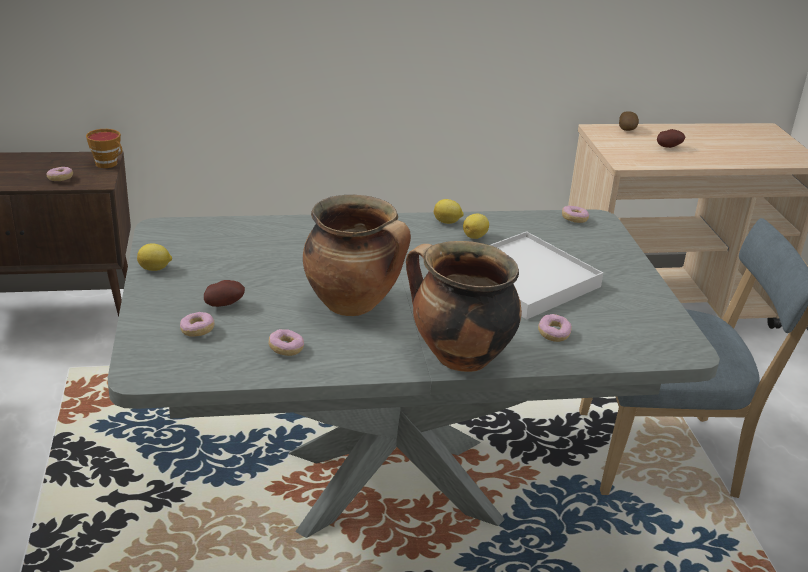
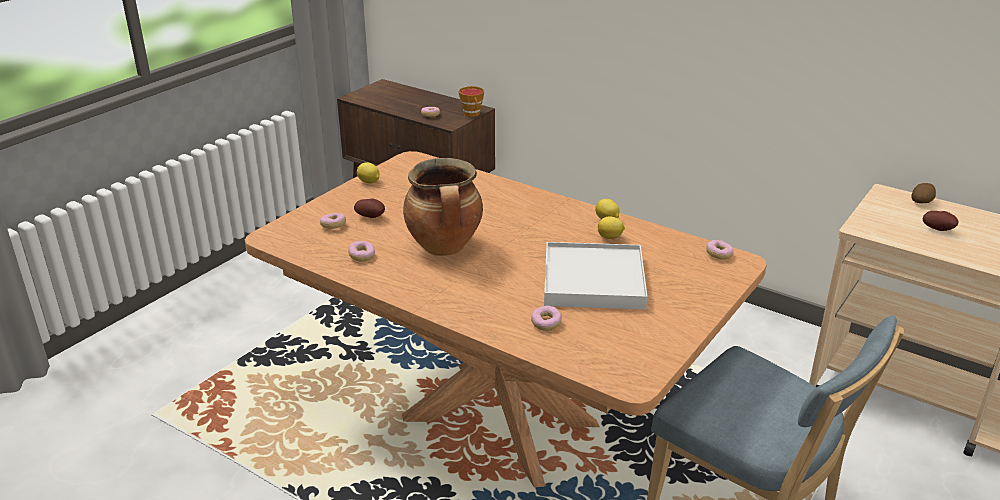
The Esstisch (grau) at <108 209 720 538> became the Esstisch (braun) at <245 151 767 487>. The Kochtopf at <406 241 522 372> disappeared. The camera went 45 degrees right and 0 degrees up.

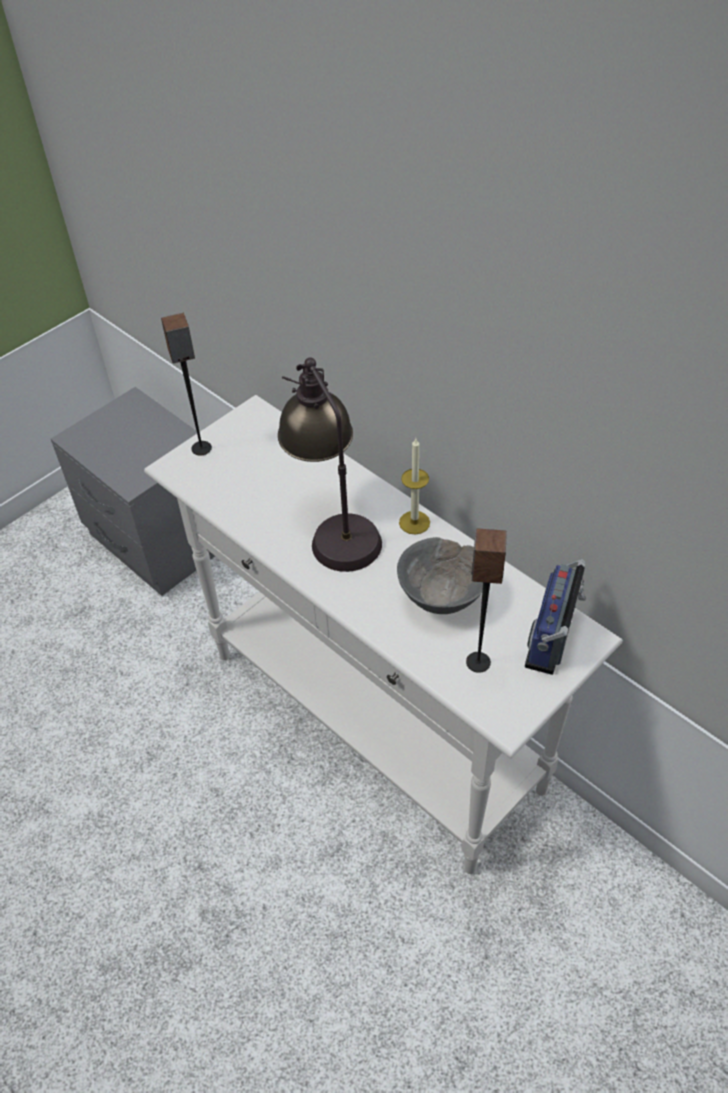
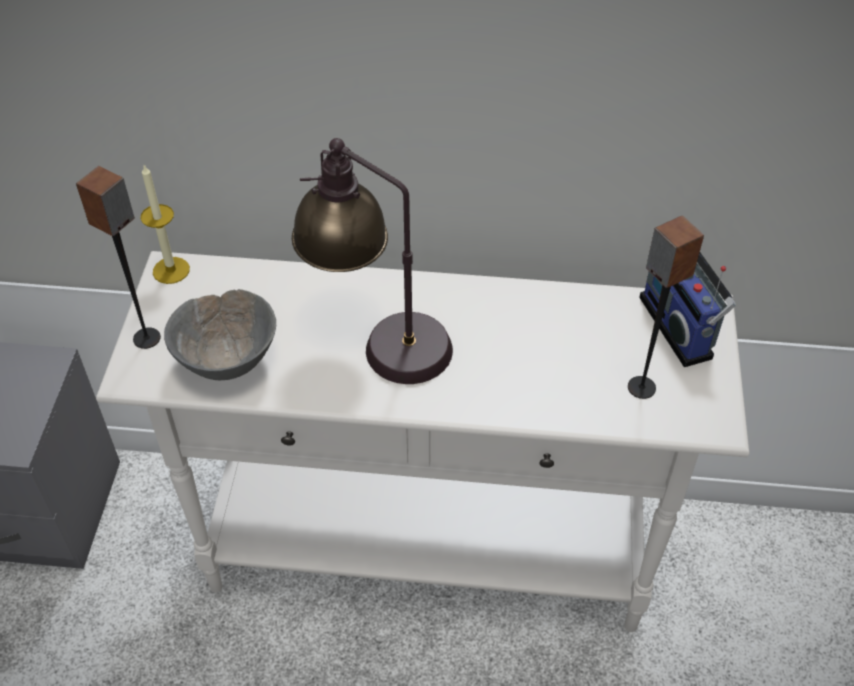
The Schüssel (grau) moved from <397 537 483 614> to <164 289 276 380>. The Kerze moved from <399 438 430 535> to <141 165 190 284>. The camera went 40 degrees left and 0 degrees up.

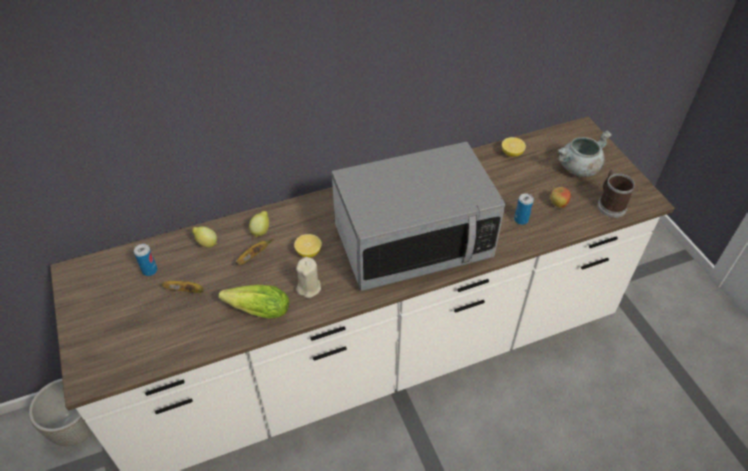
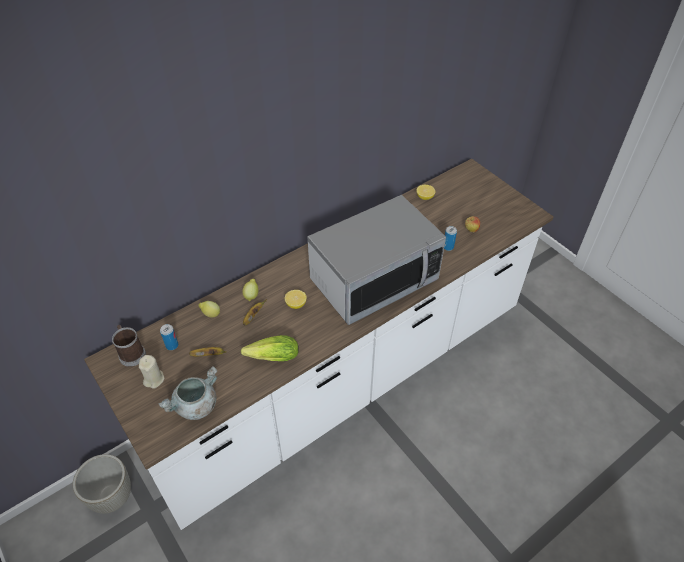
The Kerze (beige) moved from <296 257 321 298> to <139 355 164 389>. The Kochtopf (grau) moved from <558 130 612 177> to <159 366 217 420>. The Henkelbecher moved from <597 170 635 218> to <112 325 146 367>. The camera went 15 degrees left and 0 degrees up.

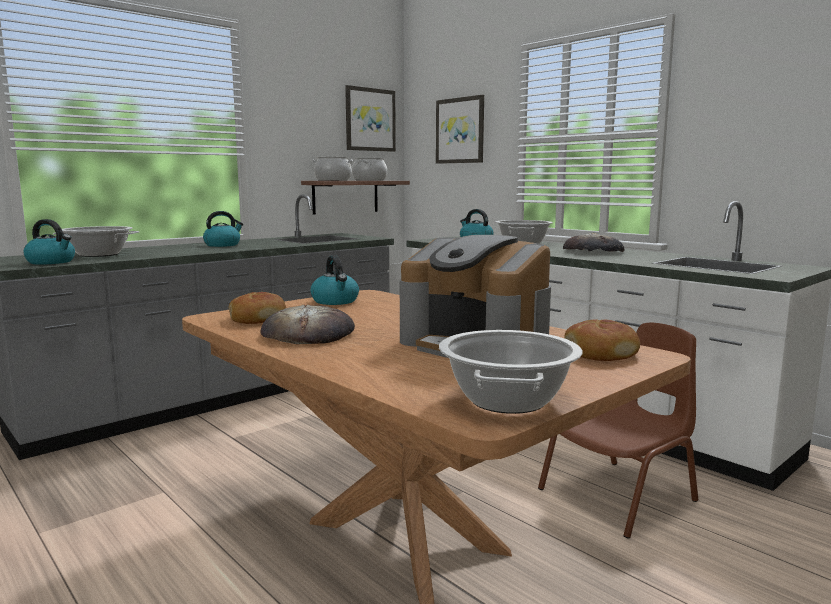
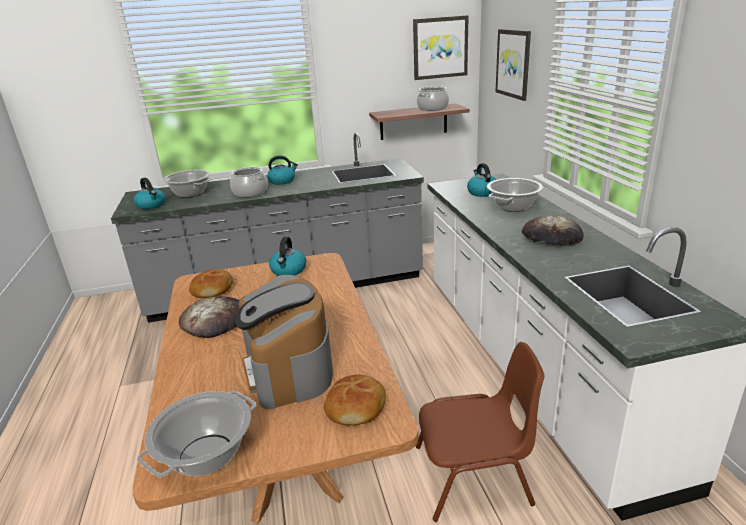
The Kochtopf moved from <312 157 354 181> to <230 167 268 197>. The camera went 30 degrees right and 15 degrees up.

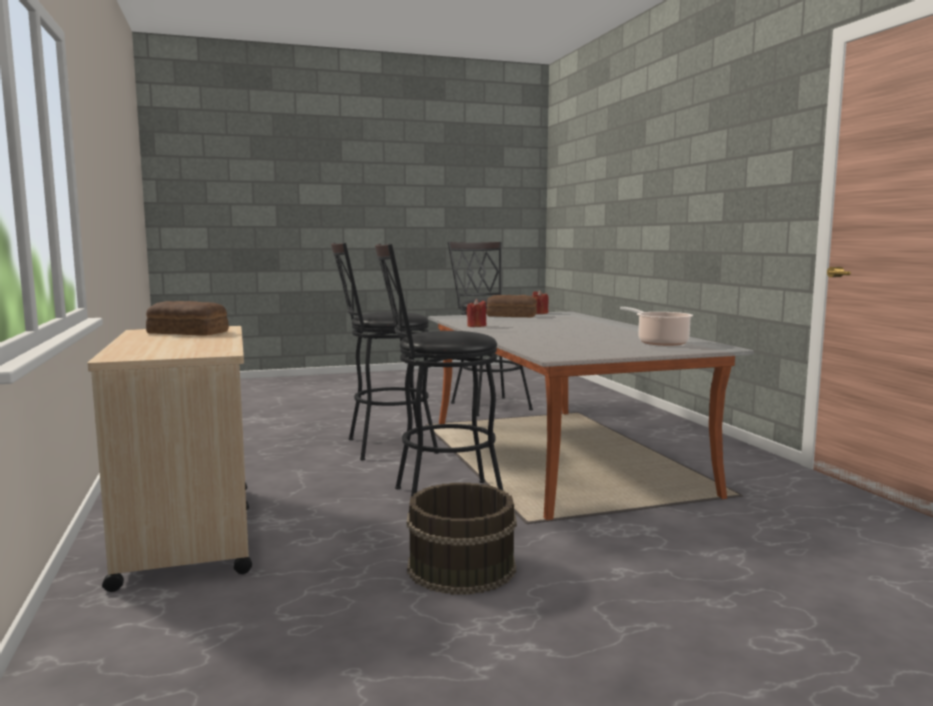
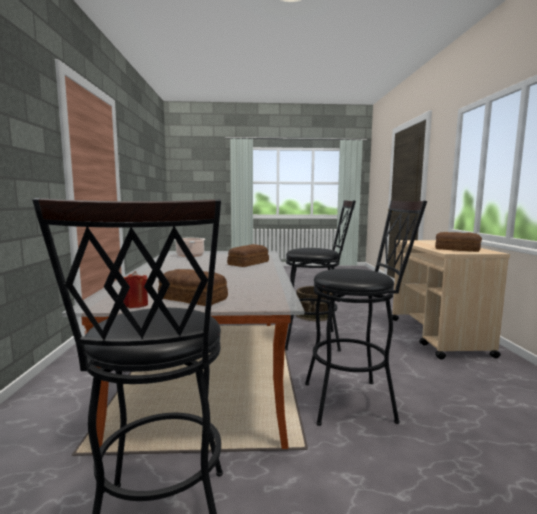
The Kerze (rot) at <466 299 486 327> disappeared. The Brot at <227 244 269 267> appeared. The camera went 165 degrees left and 0 degrees up.

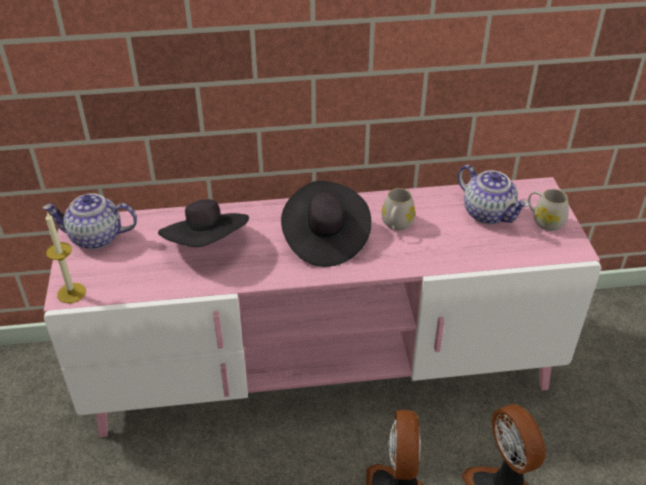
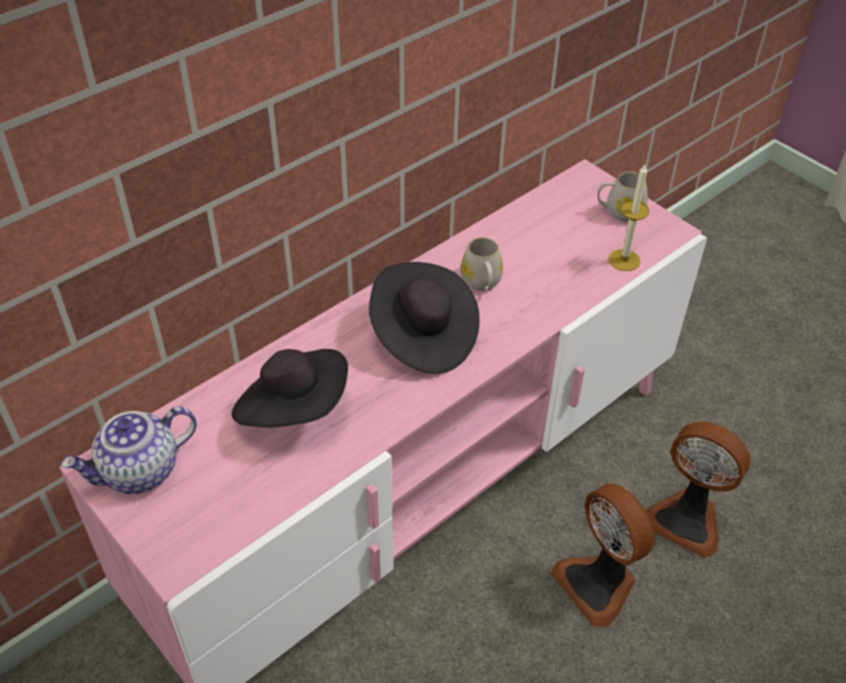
The Kerze moved from <46 212 86 303> to <608 165 649 271>. The Teekanne at <457 165 529 224> disappeared. The camera went 35 degrees left and 5 degrees up.

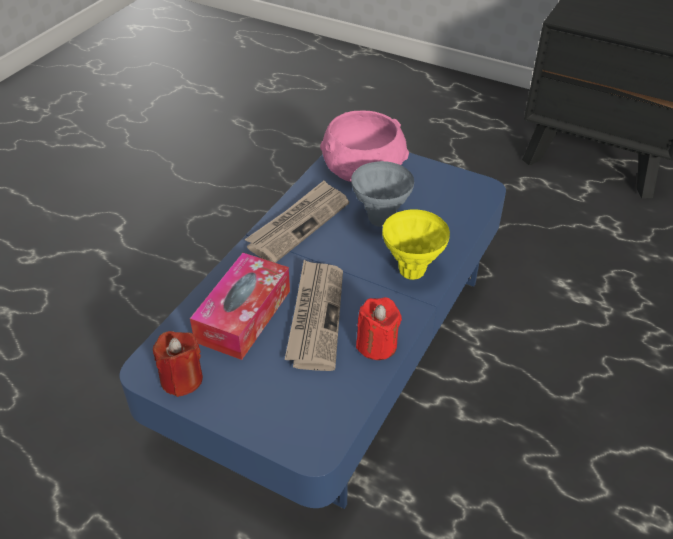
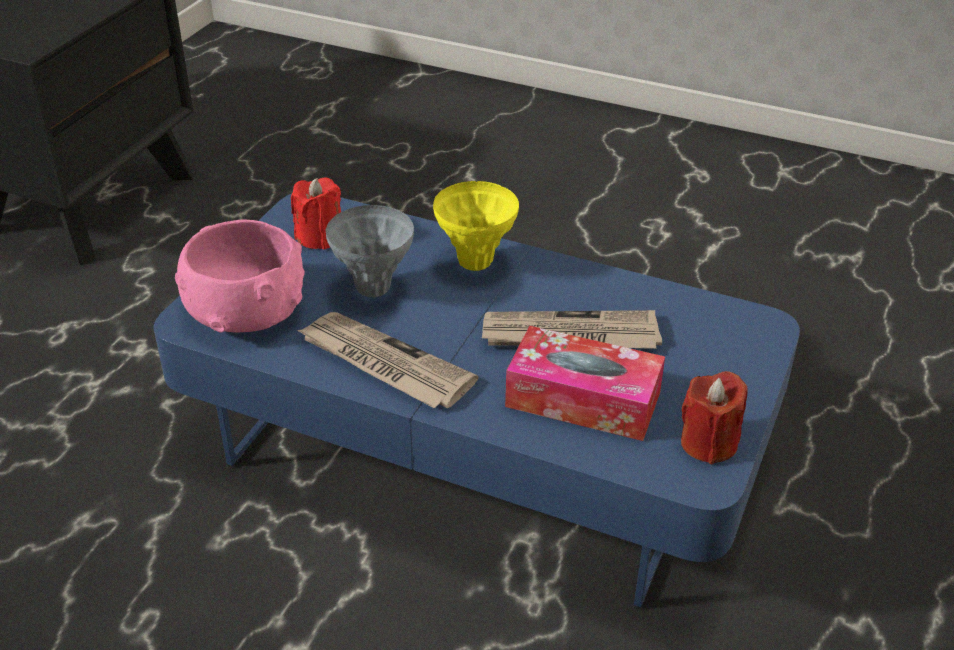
The Kerze (rot) moved from <356 297 402 360> to <291 177 341 250>. The camera went 95 degrees left and 5 degrees down.

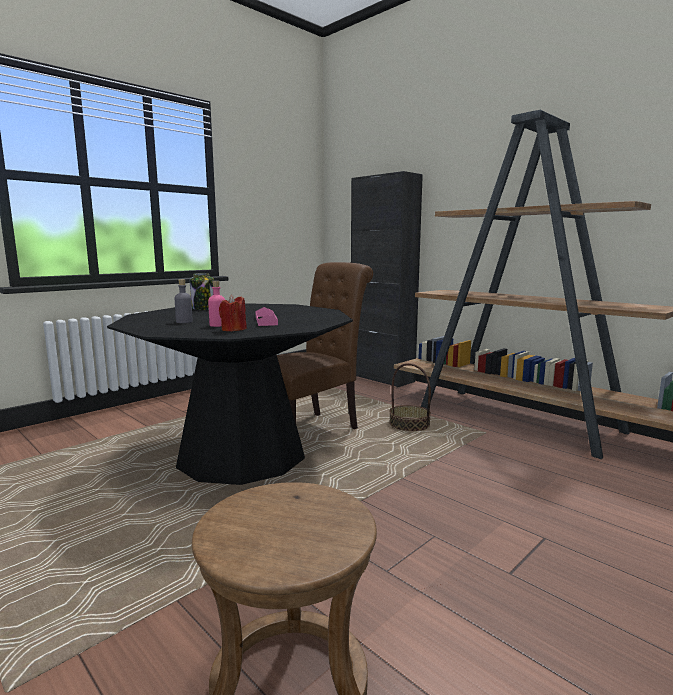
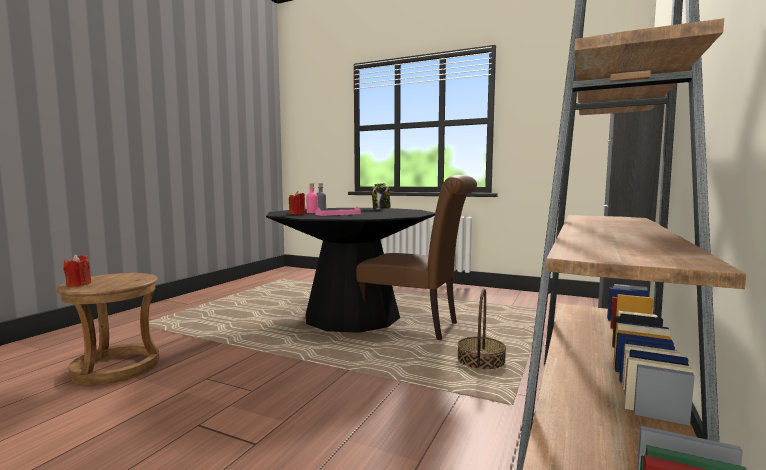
The Kerze (rot) at <63 254 91 287> appeared. The camera went 70 degrees right and 5 degrees down.

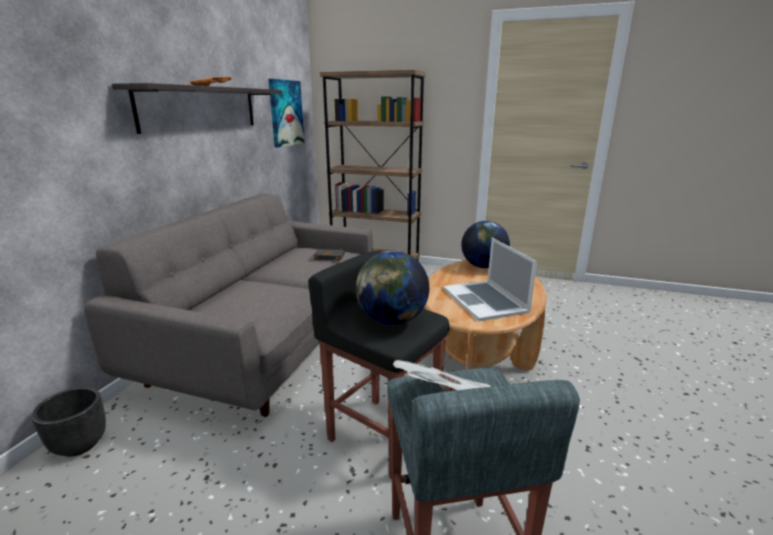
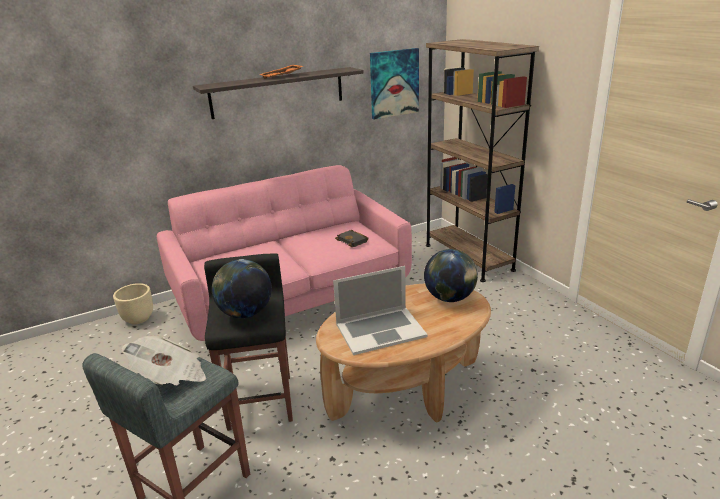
The Pflanzkübel (schwarz) at <31 387 106 457> became the Pflanzkübel (beige) at <113 283 153 324>. The Sofa (grau) at <84 194 373 417> became the Sofa (rosa) at <157 165 412 341>. The Laptop at <443 238 537 321> turned 135 degrees counterclockwise. The camera went 45 degrees right and 5 degrees up.

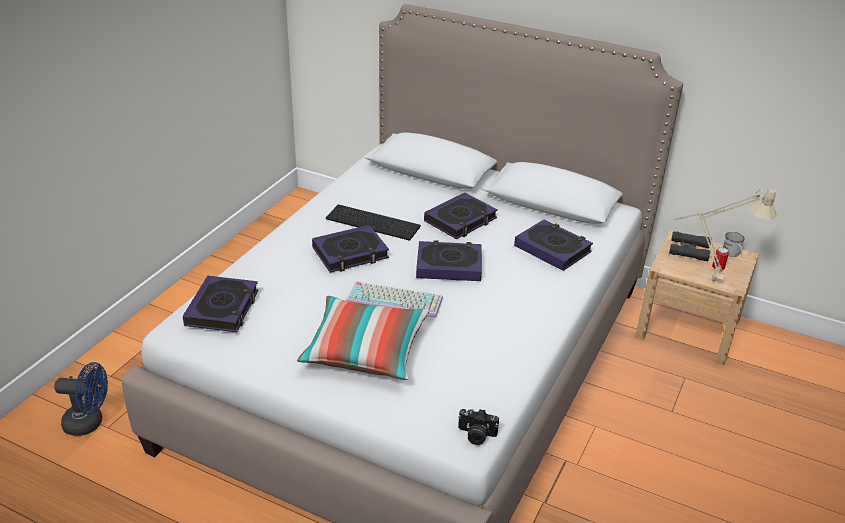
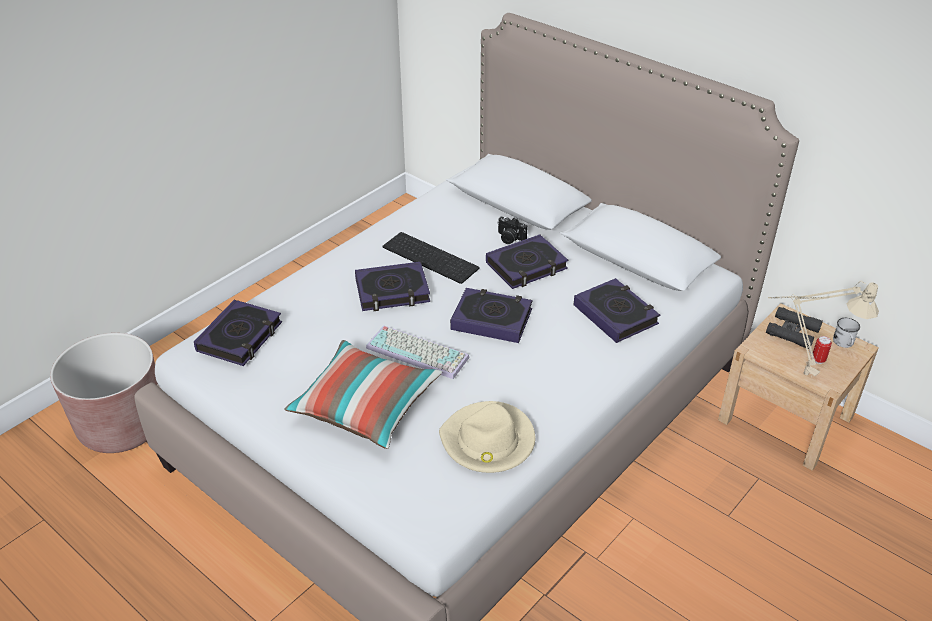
The Ventilator (blau) at <54 362 108 436> was replaced by the Pflanzkübel (braun) at <50 333 158 453>. The Kamera moved from <458 409 499 445> to <497 217 528 244>. The Hut (beige) at <439 401 536 473> appeared. The camera went 15 degrees right and 5 degrees up.

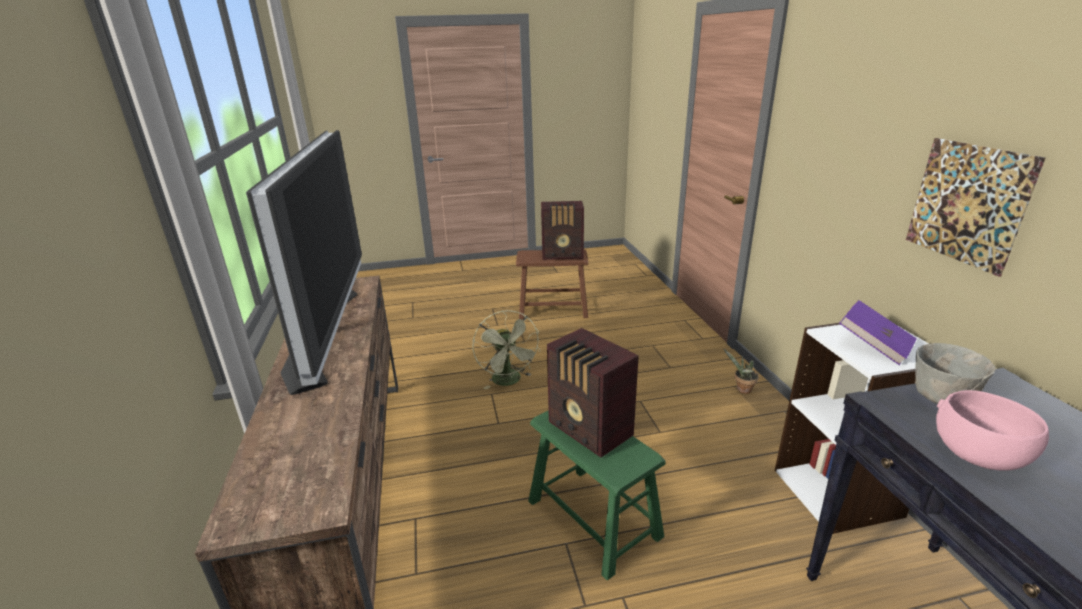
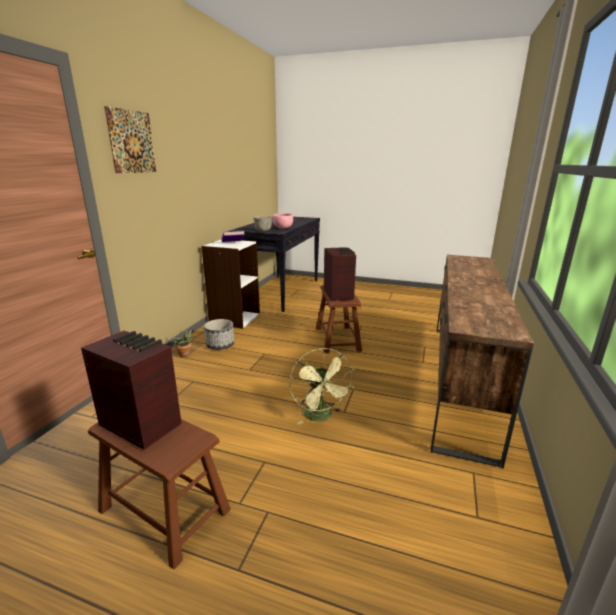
The Fernseher at <246 130 362 395> disappeared. The Ventilator (grün) at <472 310 540 389> turned 150 degrees clockwise. The Hocker (grün) at <528 410 666 580> became the Hocker (braun) at <316 285 362 353>. The Bild moved from <906 138 1046 277> to <104 106 156 173>. The Pflanzkübel at <204 319 234 350> appeared. The camera went 150 degrees left and 5 degrees down.

